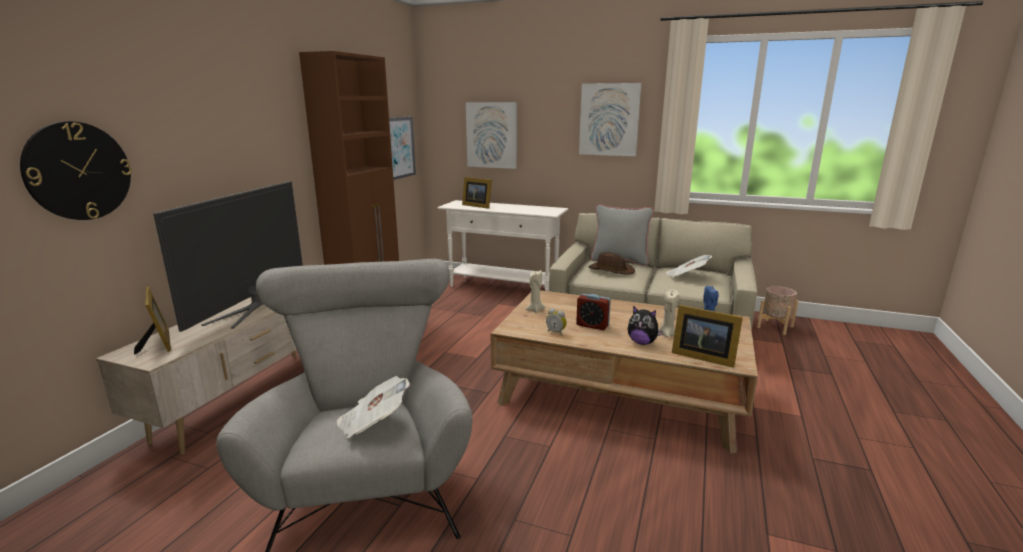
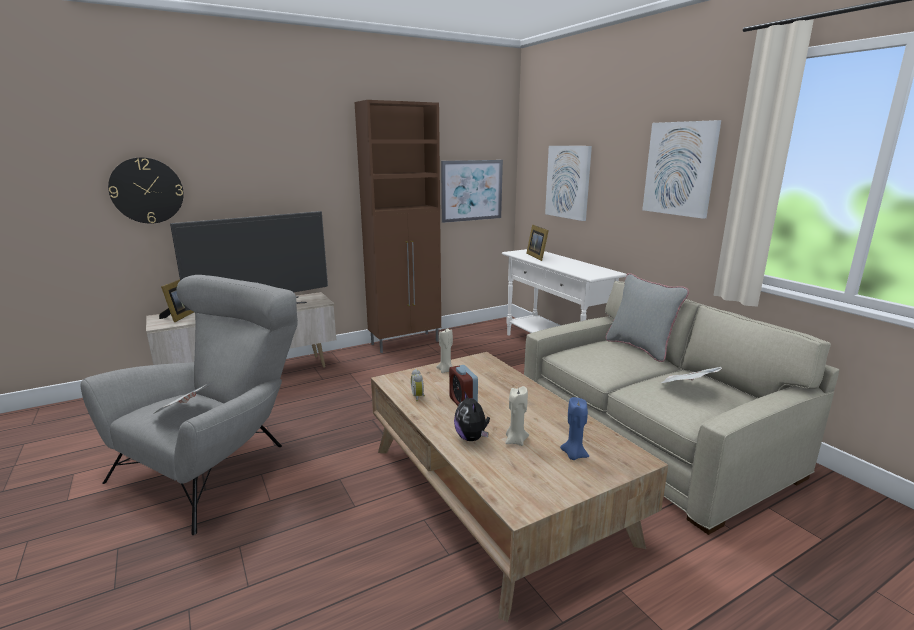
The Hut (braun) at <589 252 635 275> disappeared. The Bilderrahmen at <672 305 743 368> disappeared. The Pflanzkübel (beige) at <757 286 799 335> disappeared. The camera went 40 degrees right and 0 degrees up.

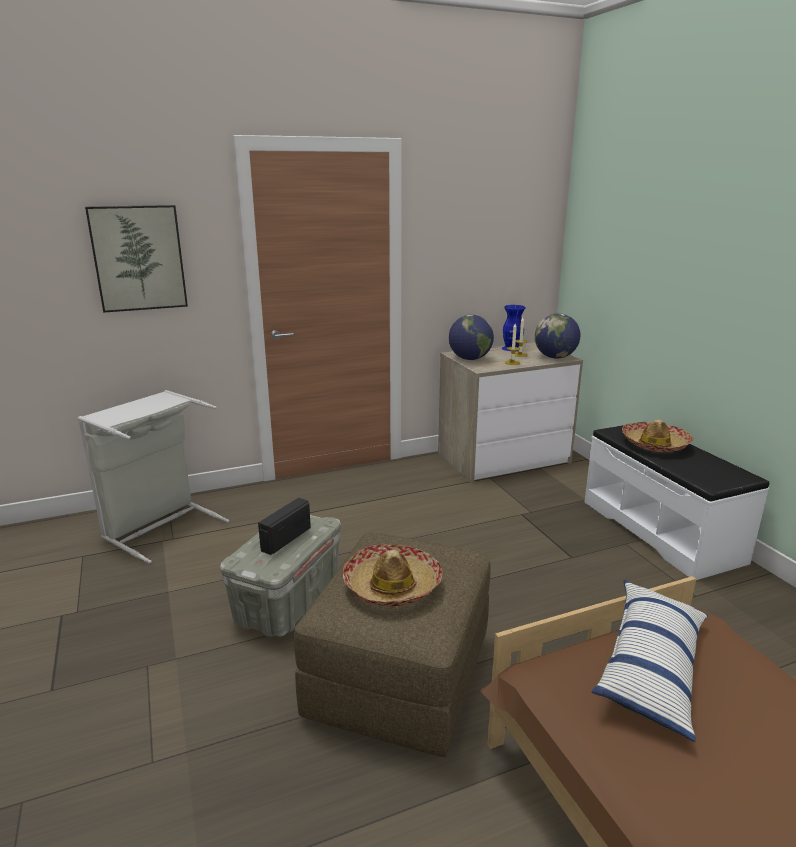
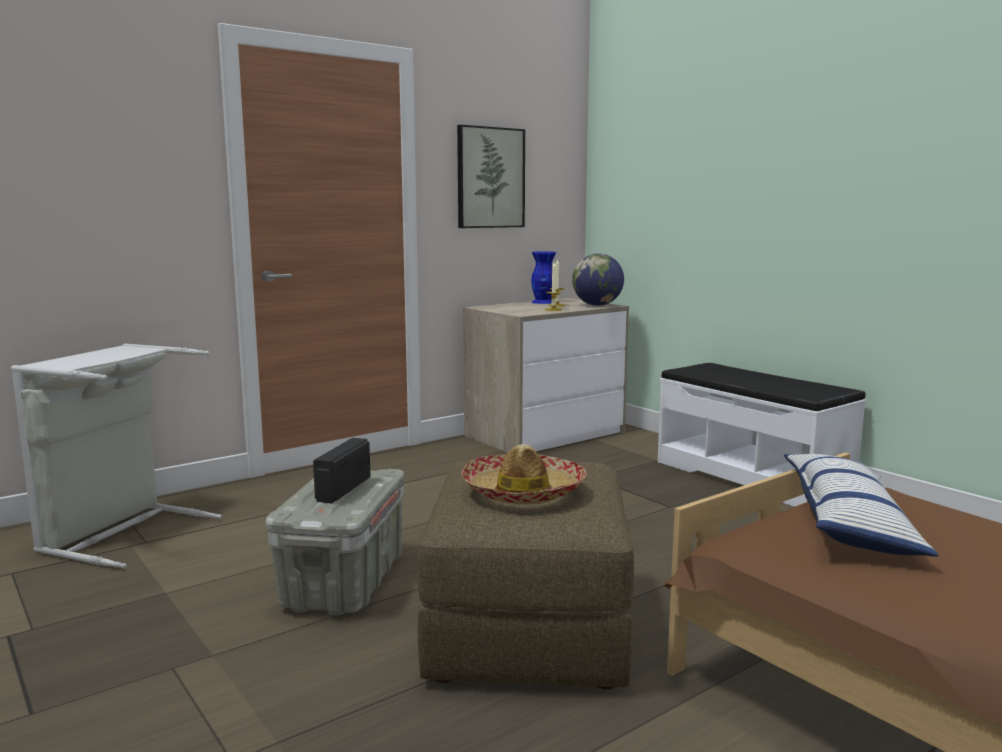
The Bild moved from <85 205 188 313> to <457 125 525 228>. The Globus at <449 315 494 360> disappeared. The Hut at <622 420 694 452> disappeared. The camera went 15 degrees left and 10 degrees down.

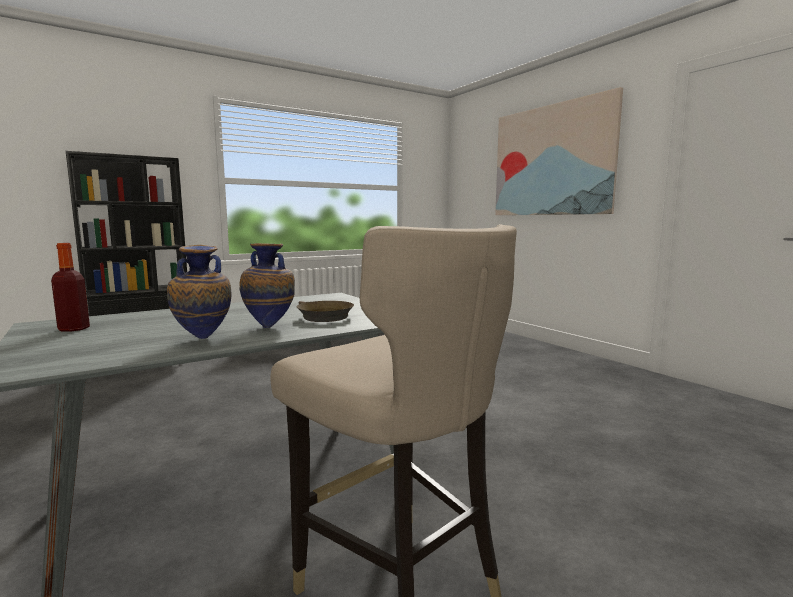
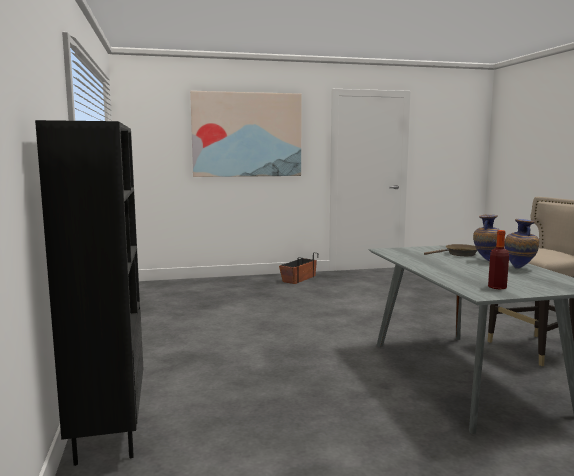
The Pflanzkübel at <279 253 318 284> appeared. The camera went 70 degrees left and 0 degrees up.

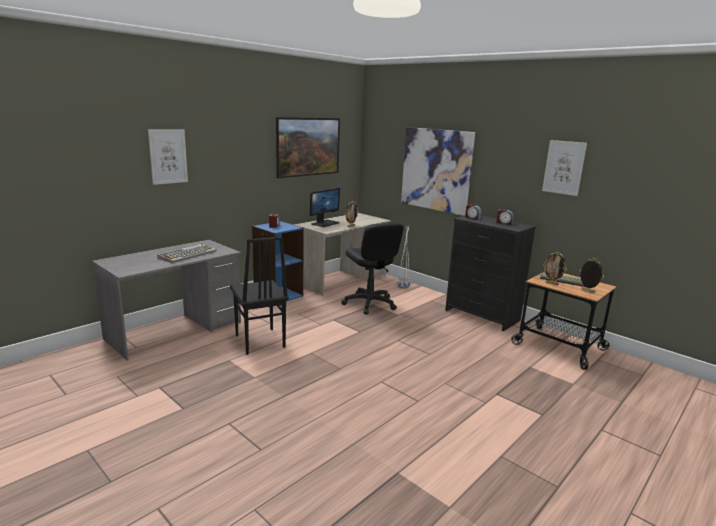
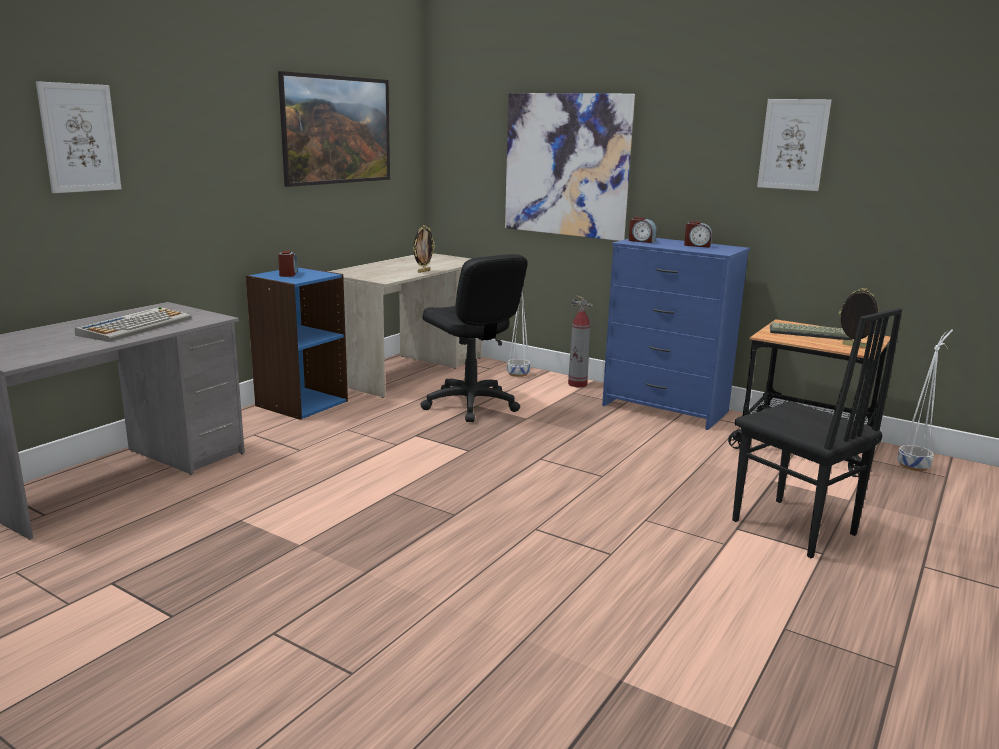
The Stuhl (schwarz) moved from <230 237 289 355> to <732 308 902 559>. The Monitor at <310 187 340 227> disappeared. The Kommode (schwarz) at <445 215 536 331> became the Kommode (blau) at <602 238 750 430>. The Bilderrahmen at <543 252 567 285> disappeared. The Feuerlöscher at <568 295 593 387> appeared. The Pflanzkübel (weiß) at <897 329 953 471> appeared. The camera went 10 degrees left and 0 degrees up.

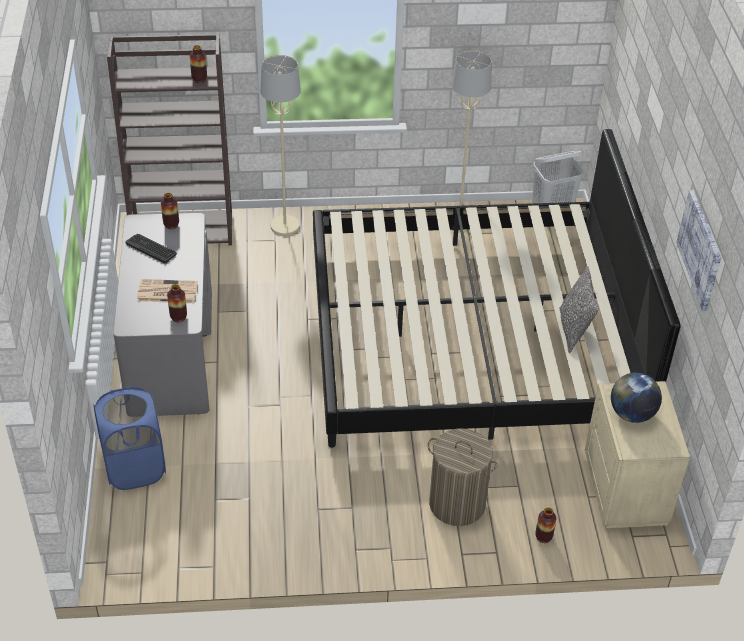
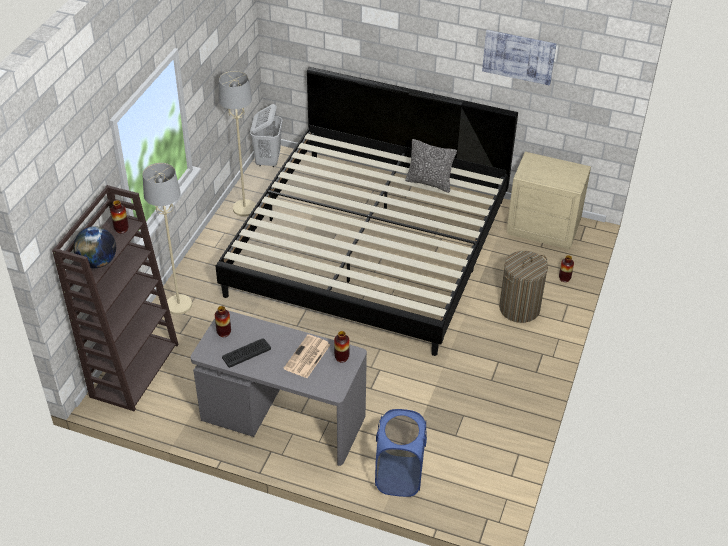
The Globus moved from <611 372 662 423> to <73 226 116 268>. The camera went 65 degrees left and 0 degrees up.

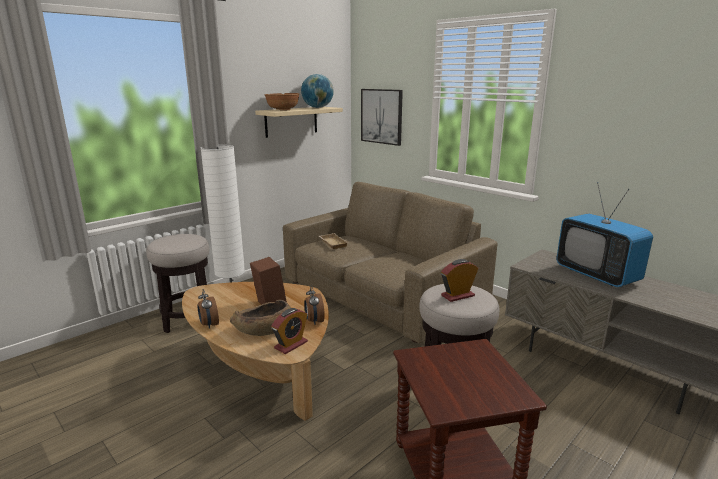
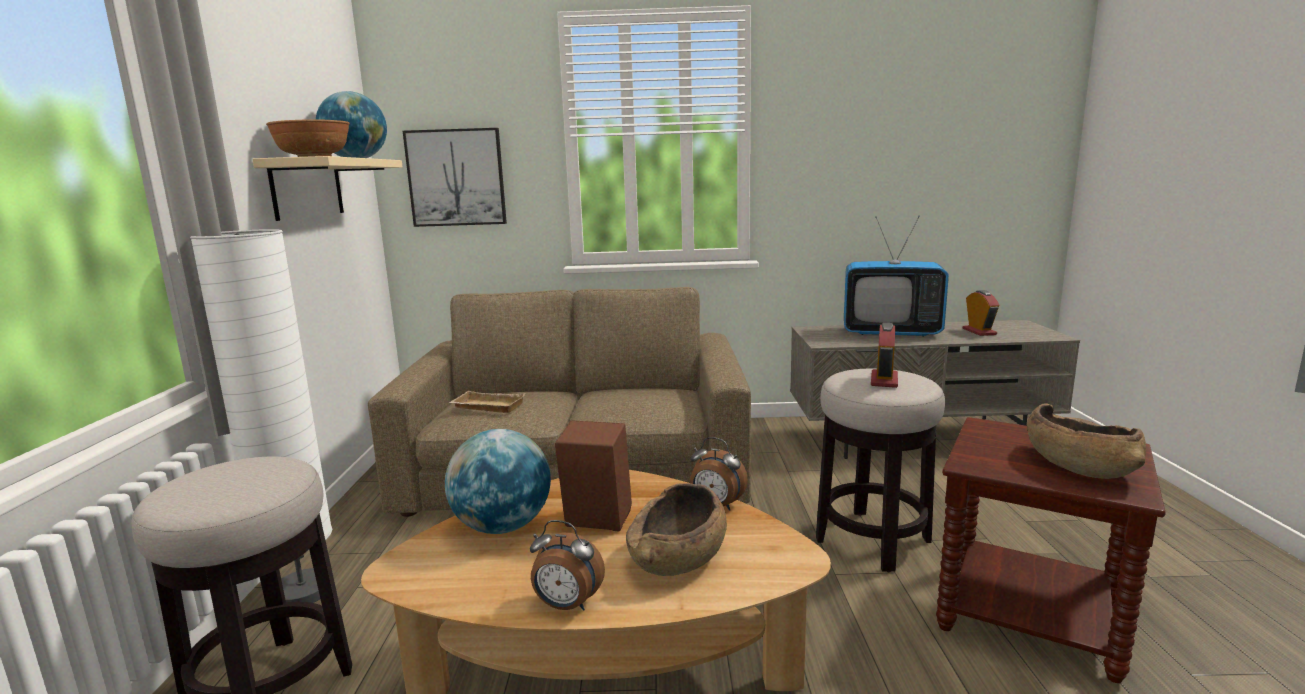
The Wecker moved from <271 308 308 354> to <963 290 999 336>. The Globus at <445 429 551 534> appeared. The Schüssel (braun) at <1027 403 1146 479> appeared. The camera went 45 degrees left and 5 degrees down.

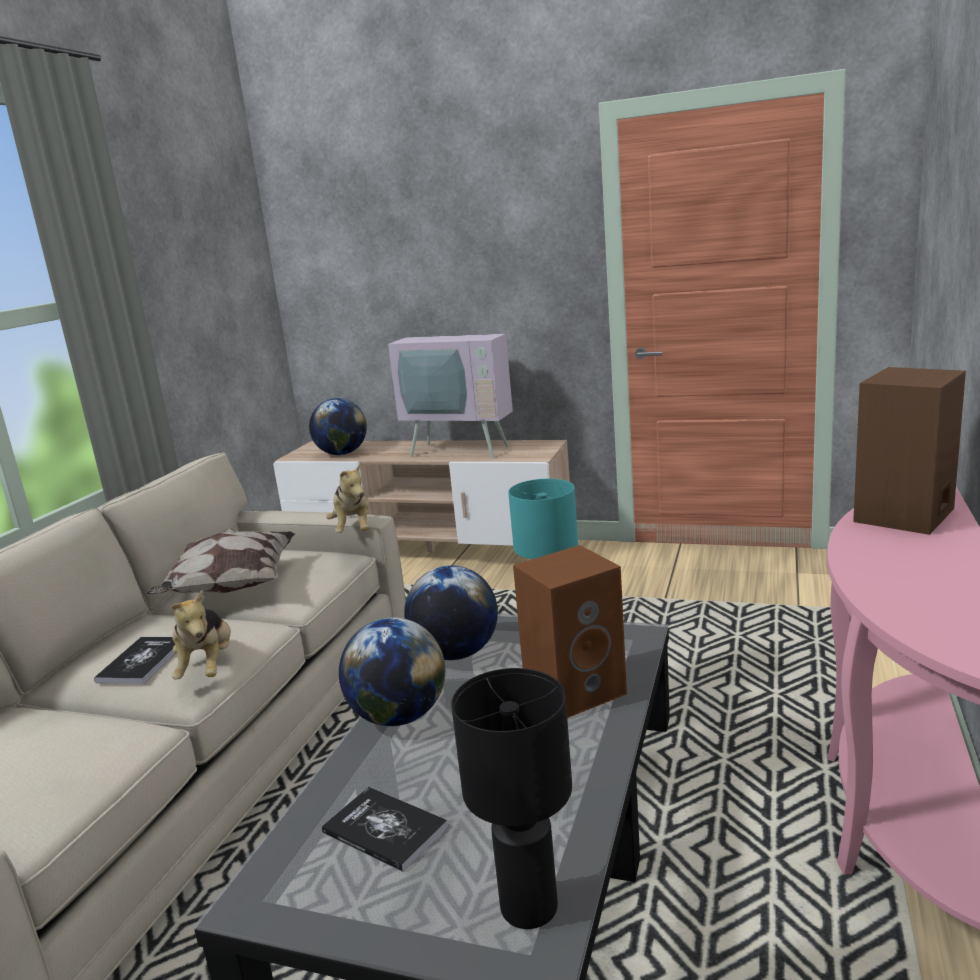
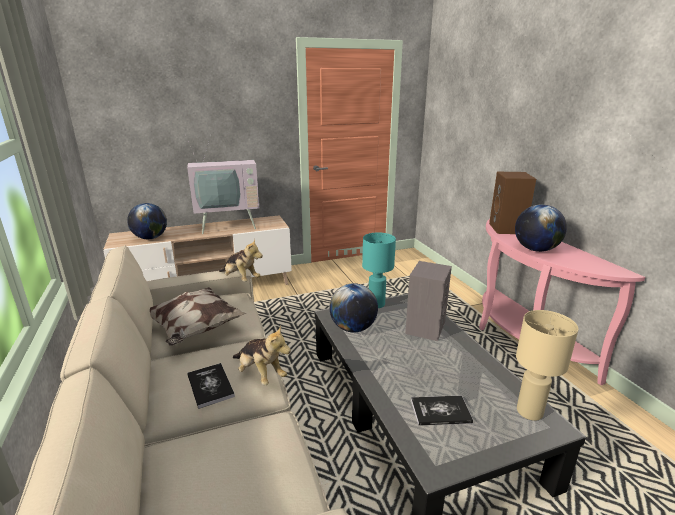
The Globus moved from <339 617 445 726> to <515 204 567 252>. The Tischlampe (schwarz) at <451 668 572 929> became the Tischlampe (beige) at <516 310 579 421>. The Lautsprecher (braun) at <513 545 627 718> became the Lautsprecher (grau) at <405 261 452 341>. The camera went 40 degrees left and 5 degrees up.

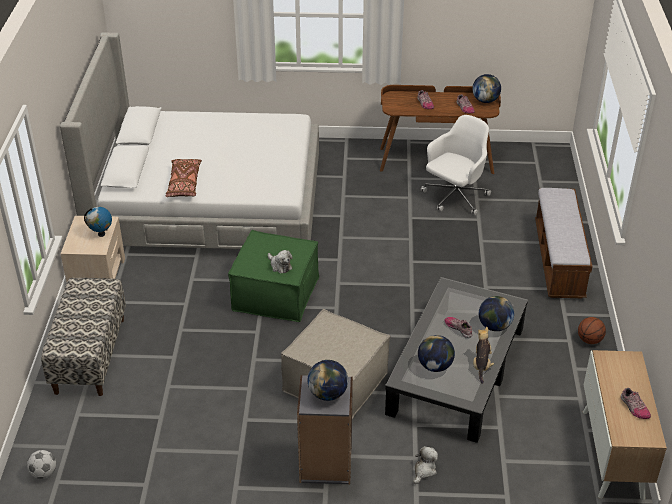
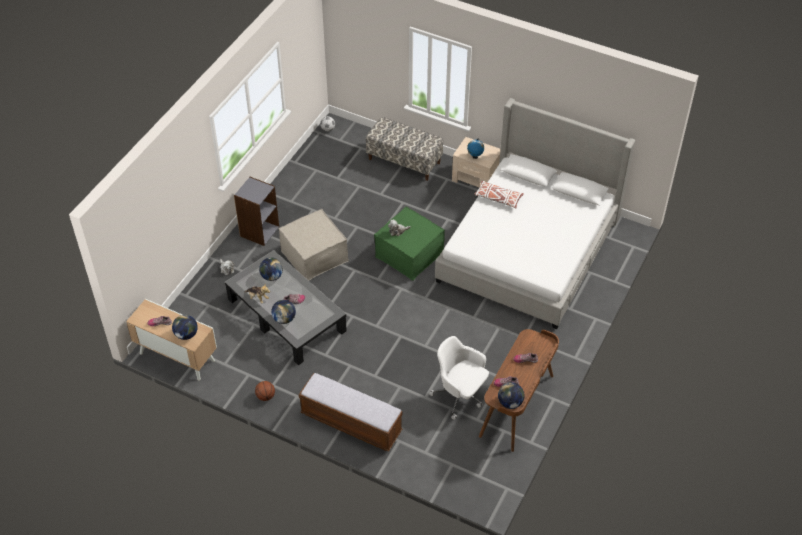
The Kissen (braun) at <166 159 202 197> became the Kissen (weiß) at <474 181 524 209>. The Globus moved from <308 360 348 401> to <172 315 198 340>. The Bürostuhl (weiß) at <421 115 491 215> turned 150 degrees clockwise. The camera went 115 degrees right and 10 degrees up.

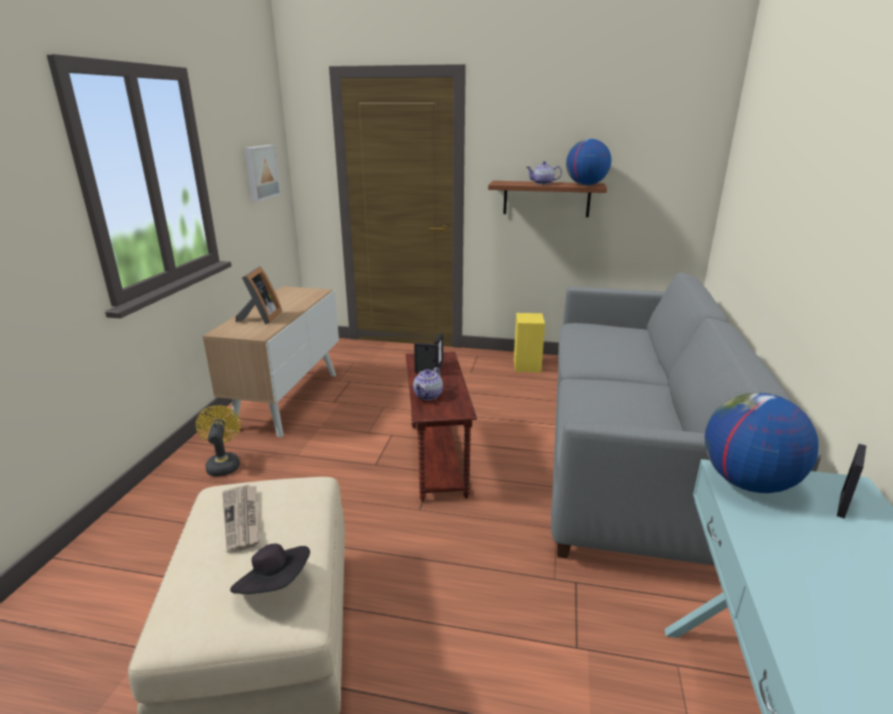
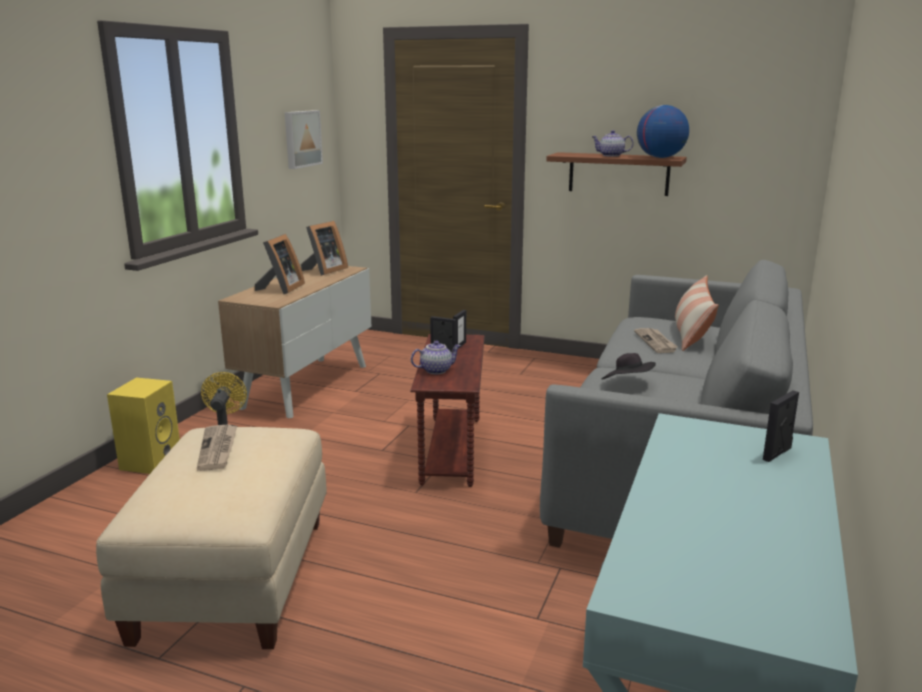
The Hut (schwarz) moved from <230 544 310 594> to <602 353 656 380>. The Teekanne at <413 367 443 400> turned 150 degrees counterclockwise. The Lautsprecher (gelb) moved from <514 313 545 372> to <107 377 180 474>. The Globus at <705 393 819 493> disappeared. The Bilderrahmen at <301 221 348 276> appeared. The Zeitung at <634 328 678 353> appeared. The Kissen at <675 275 719 351> appeared. The camera went 10 degrees right and 5 degrees down.

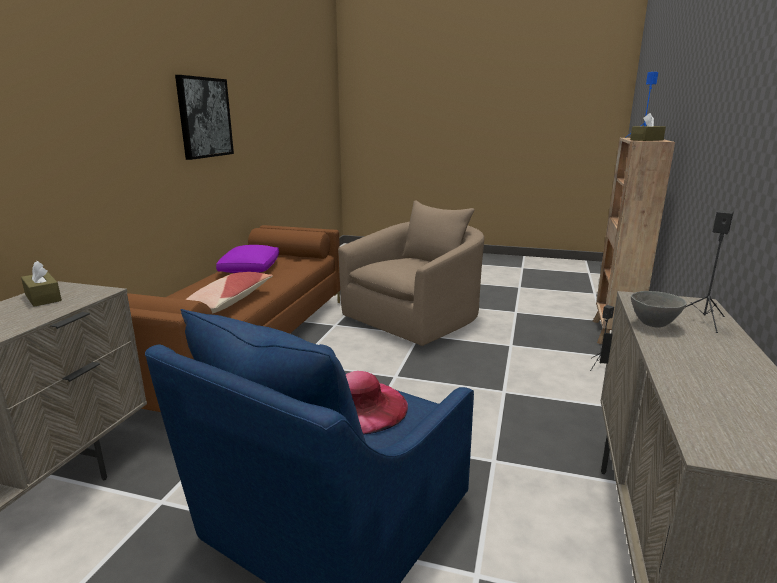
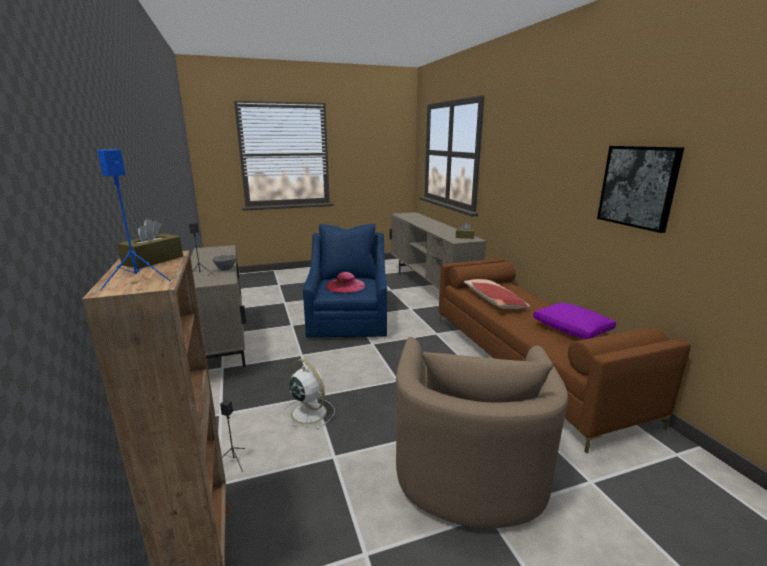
The Ventilator (weiß) at <281 359 335 430> appeared. The camera went 145 degrees right and 0 degrees up.

